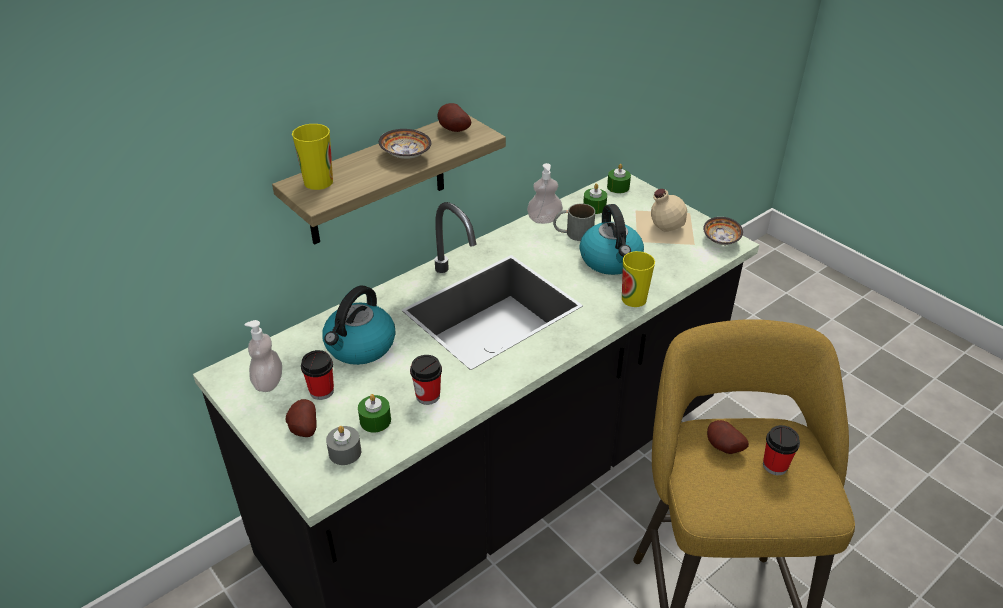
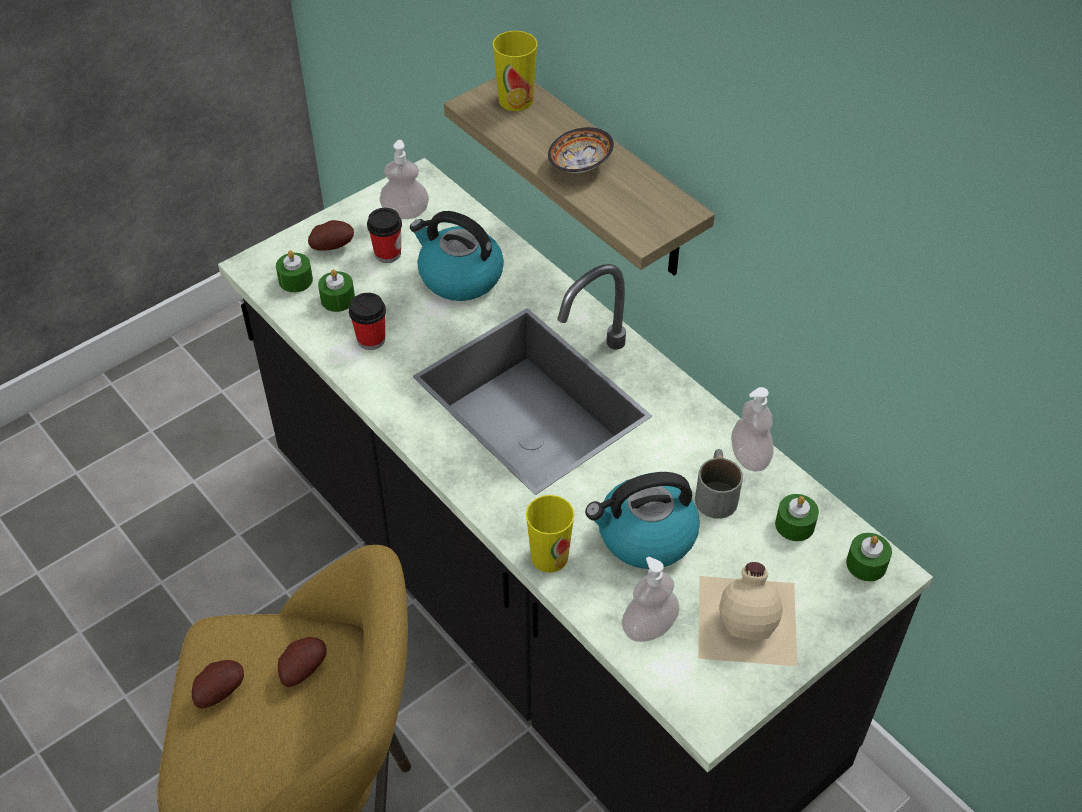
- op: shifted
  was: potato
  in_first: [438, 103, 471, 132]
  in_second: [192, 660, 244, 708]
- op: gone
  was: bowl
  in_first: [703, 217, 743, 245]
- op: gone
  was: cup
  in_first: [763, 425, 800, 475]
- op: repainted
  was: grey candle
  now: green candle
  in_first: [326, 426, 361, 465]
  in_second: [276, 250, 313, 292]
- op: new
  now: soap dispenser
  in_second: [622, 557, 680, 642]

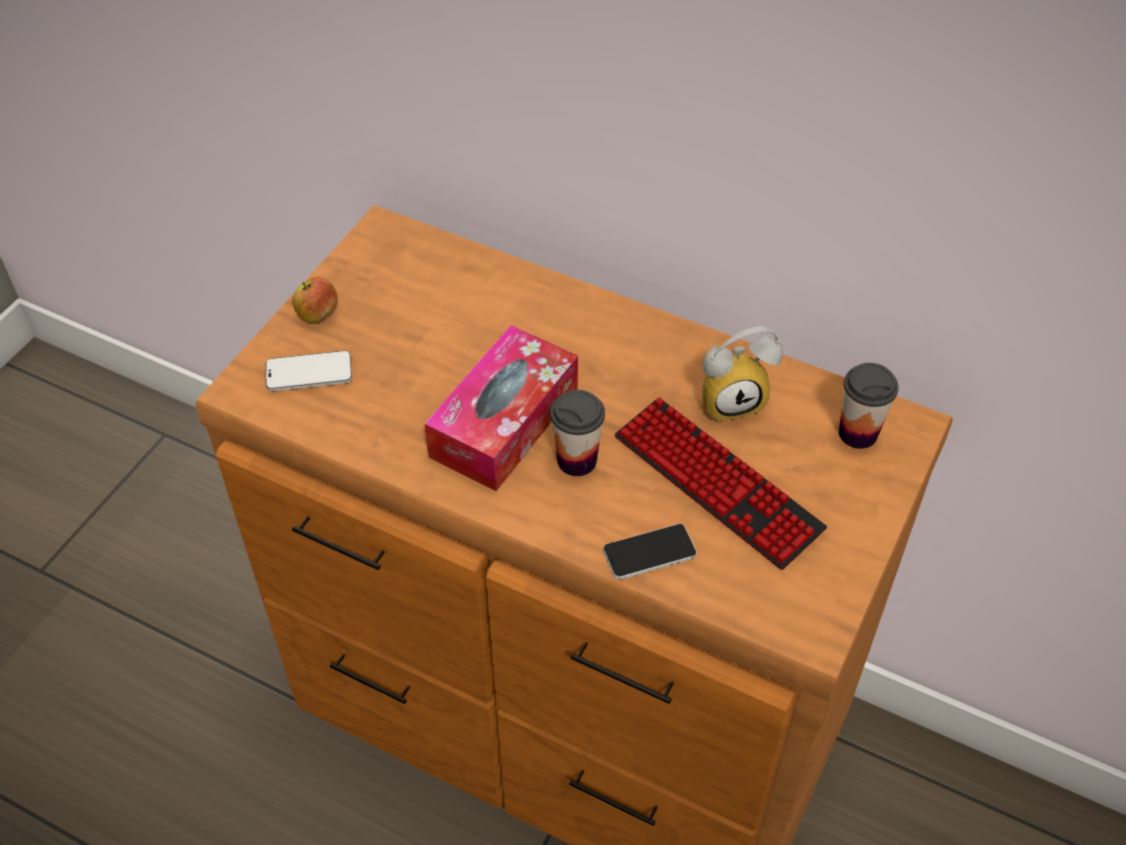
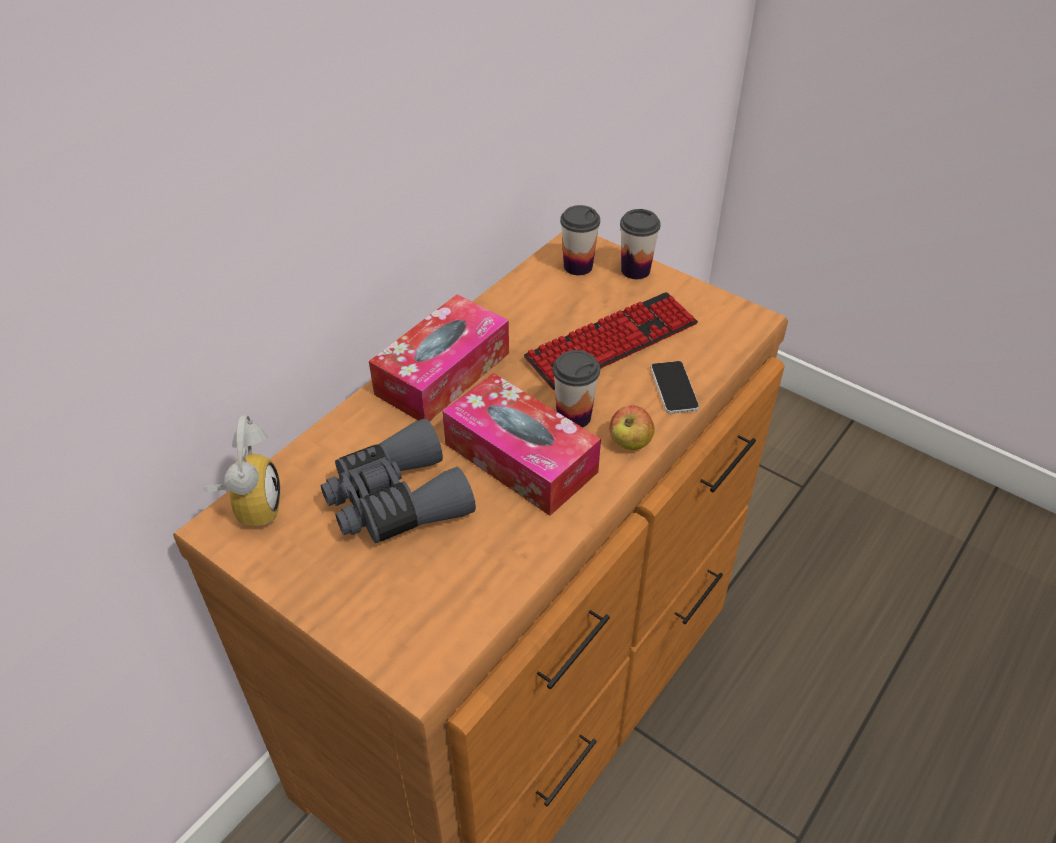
- op: shifted
  was: apple
  in_first: [292, 277, 338, 323]
  in_second: [609, 405, 655, 450]
- op: shifted
  was: alarm clock
  in_first: [702, 326, 783, 422]
  in_second: [204, 415, 280, 526]
- op: gone
  was: phone
  in_first: [265, 351, 352, 391]
- op: new
  now: cup
  in_second: [620, 209, 660, 279]
- op: new
  now: tissue box
  in_second: [369, 295, 509, 421]
- op: new
  now: grey binoculars
  in_second: [321, 418, 476, 543]

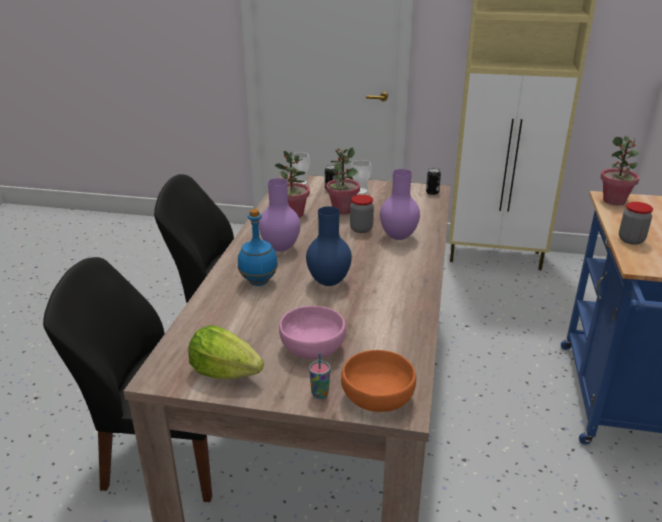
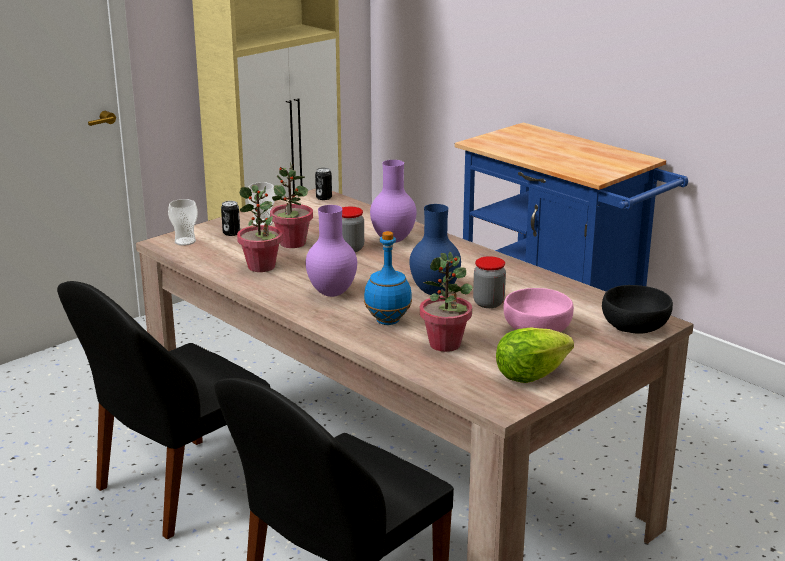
- op: shifted
  was: potted plant
  in_first: [600, 136, 640, 205]
  in_second: [419, 252, 473, 352]
- op: shifted
  was: jar
  in_first: [619, 202, 653, 245]
  in_second: [473, 256, 506, 308]
- op: repainted
  was: orange bowl
  now: black bowl
  in_first: [341, 350, 416, 412]
  in_second: [602, 285, 673, 334]
- op: gone
  was: cup
  in_first: [309, 353, 330, 399]

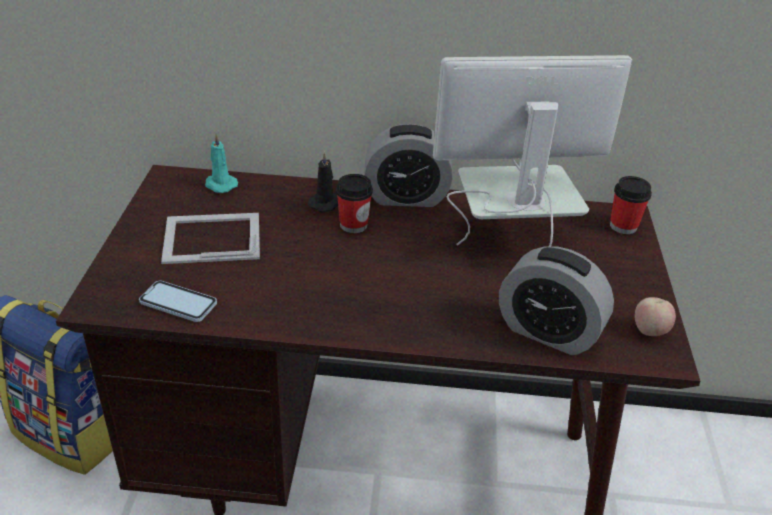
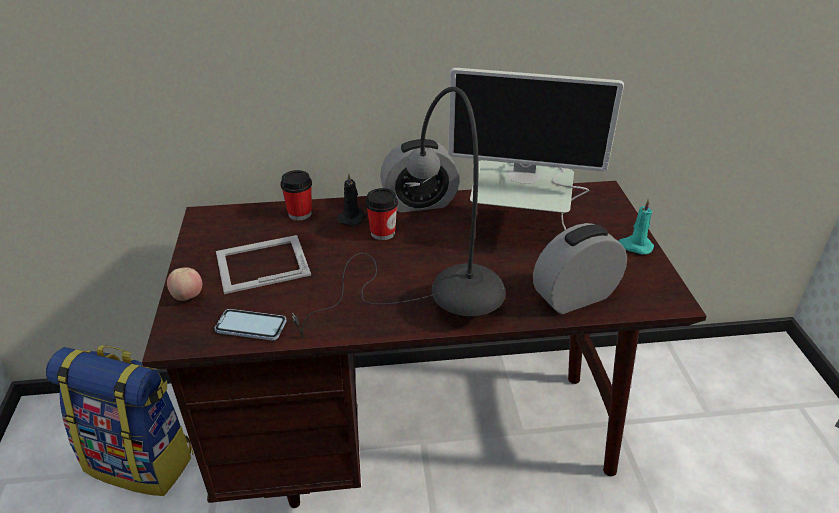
- op: rotated
  was: monitor
  in_first: [433, 55, 632, 246]
  in_second: [448, 68, 624, 230]
  clockwise: -150
- op: shifted
  was: turquoise candle
  in_first: [205, 133, 238, 193]
  in_second: [618, 199, 654, 254]
- op: shifted
  was: cup
  in_first: [610, 176, 652, 234]
  in_second: [280, 170, 312, 220]
- op: rotated
  was: alarm clock
  in_first: [499, 246, 614, 355]
  in_second: [533, 223, 627, 314]
  clockwise: 135
- op: shifted
  was: apple
  in_first: [635, 297, 676, 336]
  in_second: [167, 267, 202, 301]
- op: new
  now: grey table lamp
  in_second: [292, 87, 506, 339]

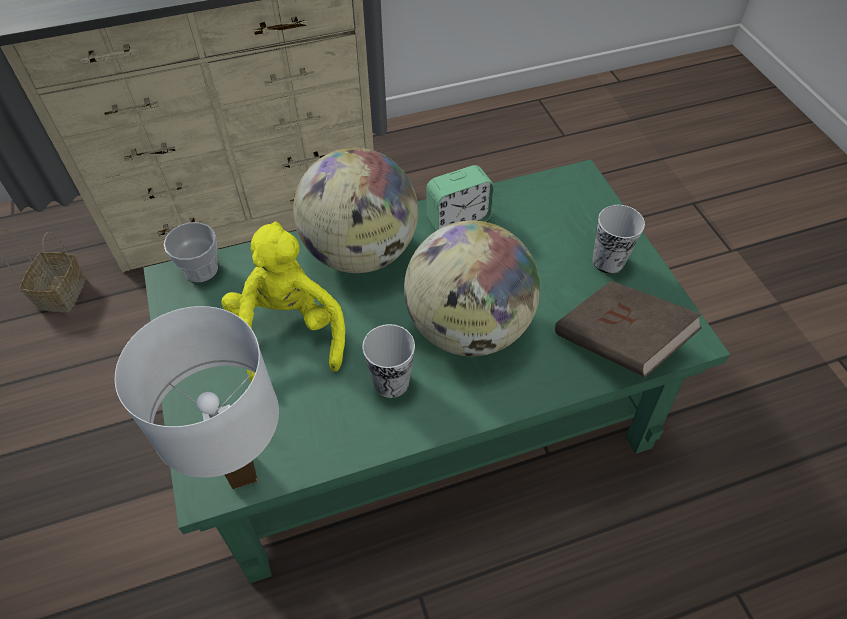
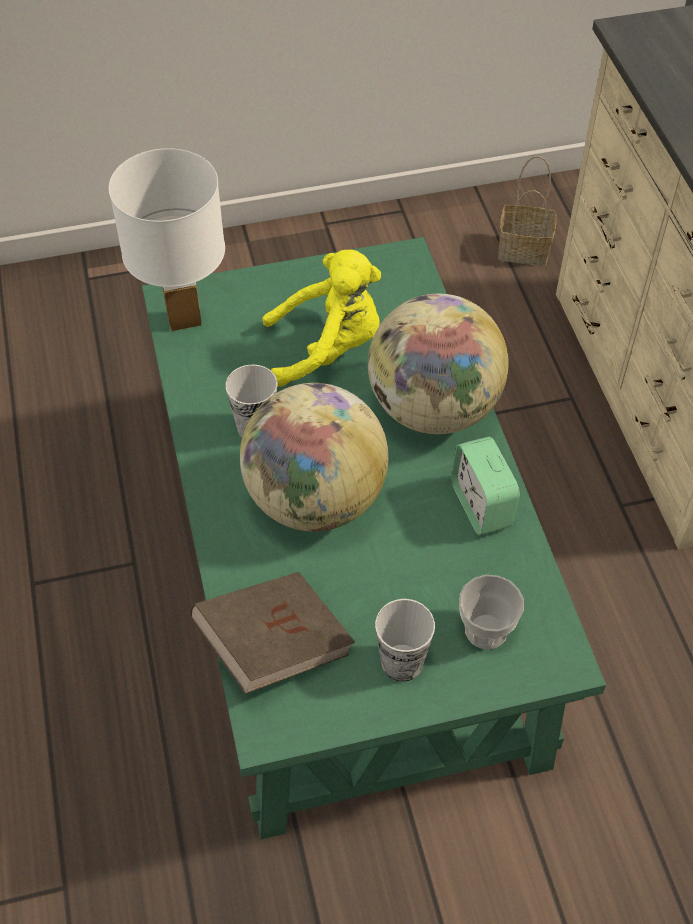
- op: shifted
  was: cup
  in_first: [163, 222, 218, 282]
  in_second: [459, 575, 524, 649]

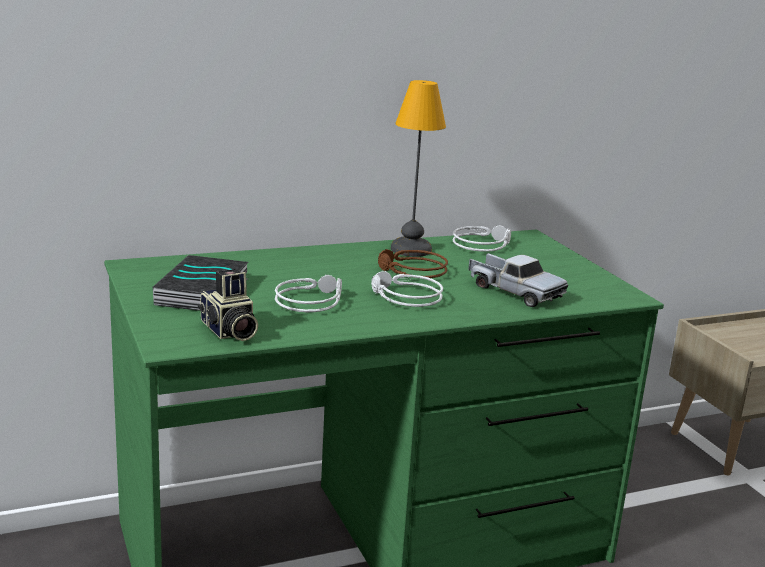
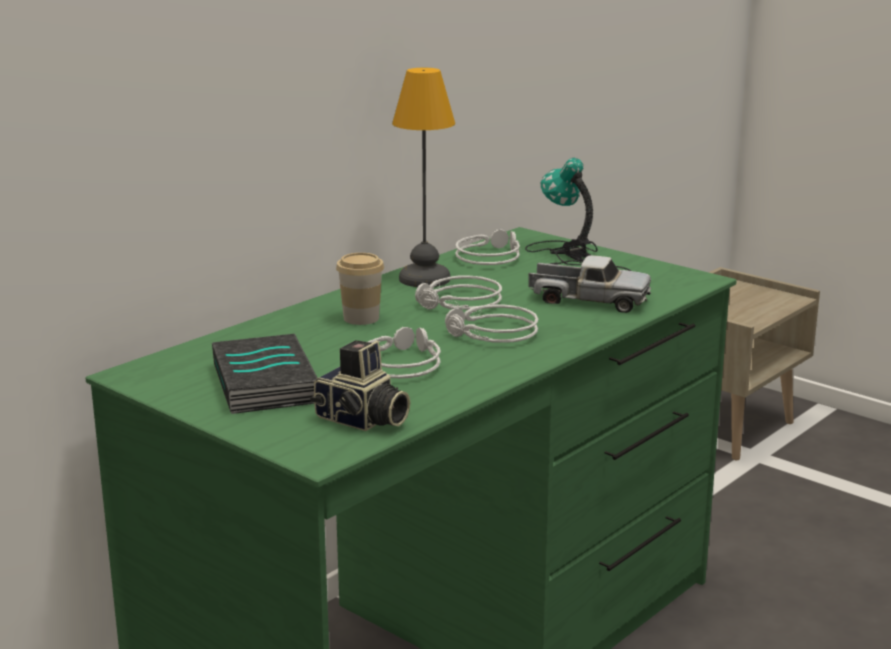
- op: repainted
  was: brown headphones
  now: grey headphones
  in_first: [378, 249, 448, 278]
  in_second: [415, 275, 502, 310]
- op: new
  now: table lamp
  in_second: [525, 158, 631, 271]
- op: new
  now: cup
  in_second: [336, 253, 384, 325]

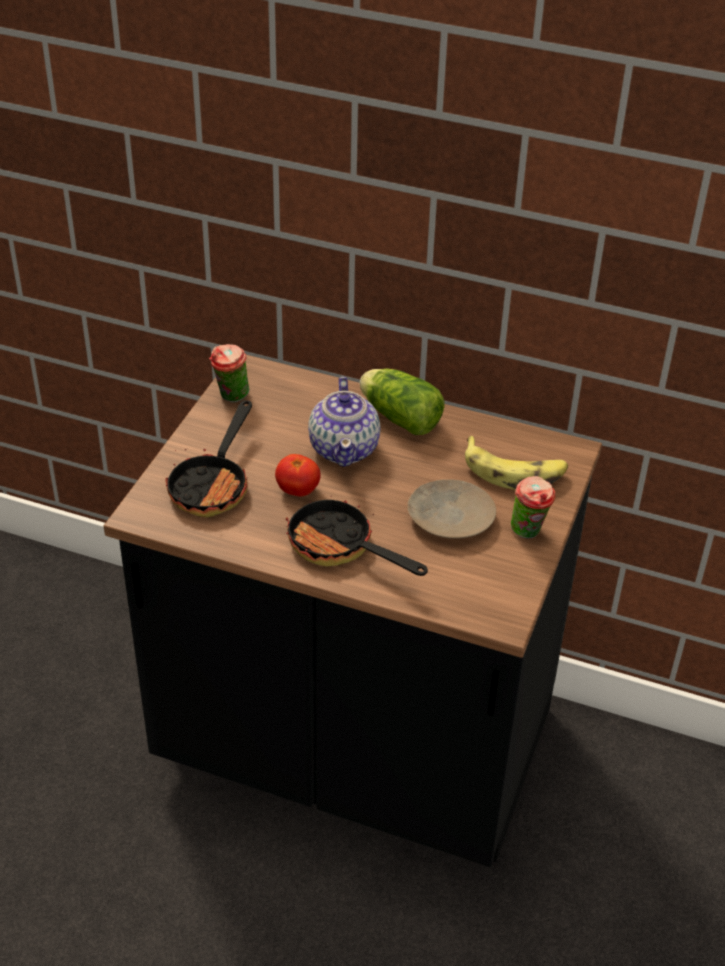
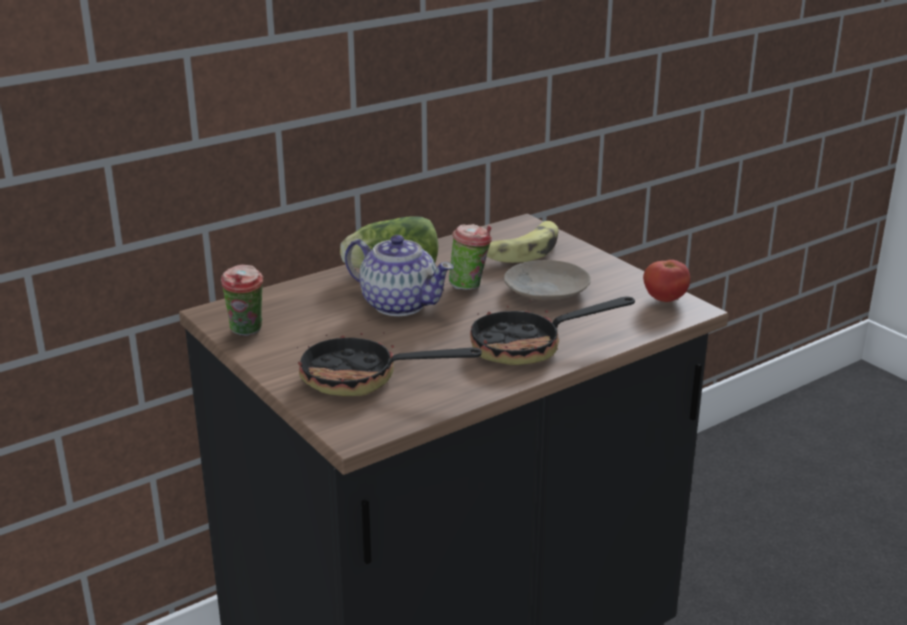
- op: rotated
  was: frying pan
  in_first: [165, 400, 252, 517]
  in_second: [297, 320, 482, 396]
  clockwise: 135
- op: shifted
  was: tomato
  in_first: [275, 454, 321, 497]
  in_second: [643, 260, 690, 302]
- op: shifted
  was: cup
  in_first: [511, 476, 556, 538]
  in_second: [449, 224, 492, 290]

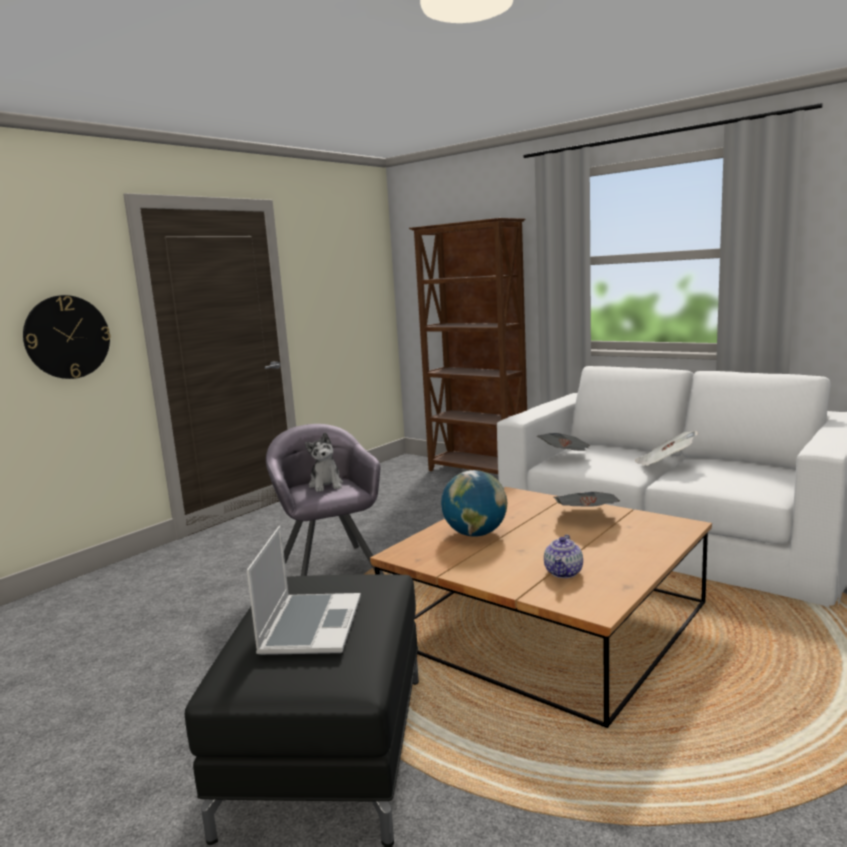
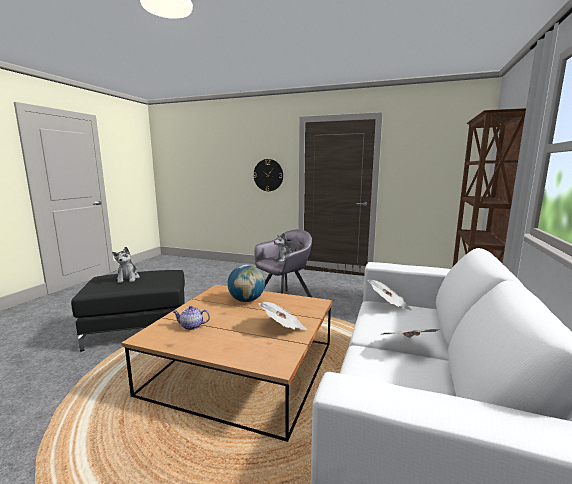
- op: swapped
  was: laptop
  now: plush toy
  in_first: [247, 525, 361, 655]
  in_second: [112, 247, 140, 283]

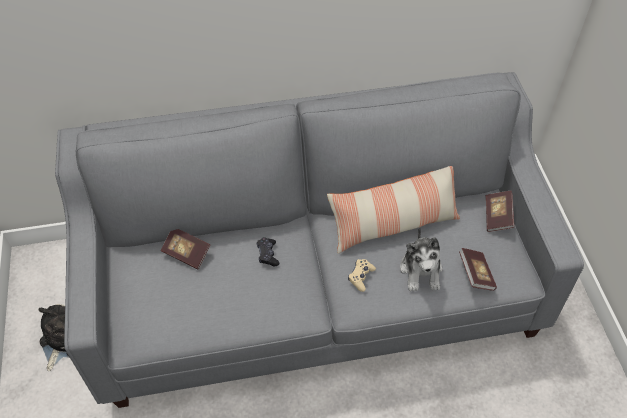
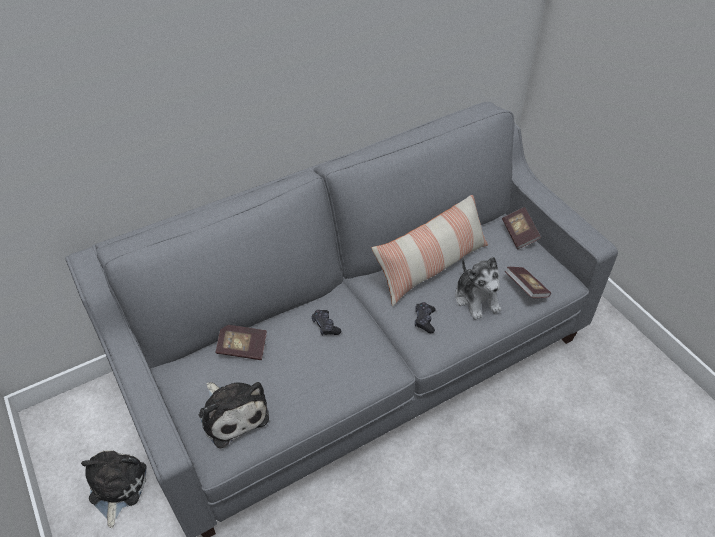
- op: repainted
  was: beige game controller
  now: black game controller
  in_first: [348, 259, 376, 292]
  in_second: [415, 302, 436, 333]
- op: new
  now: plush toy
  in_second: [199, 382, 269, 448]

